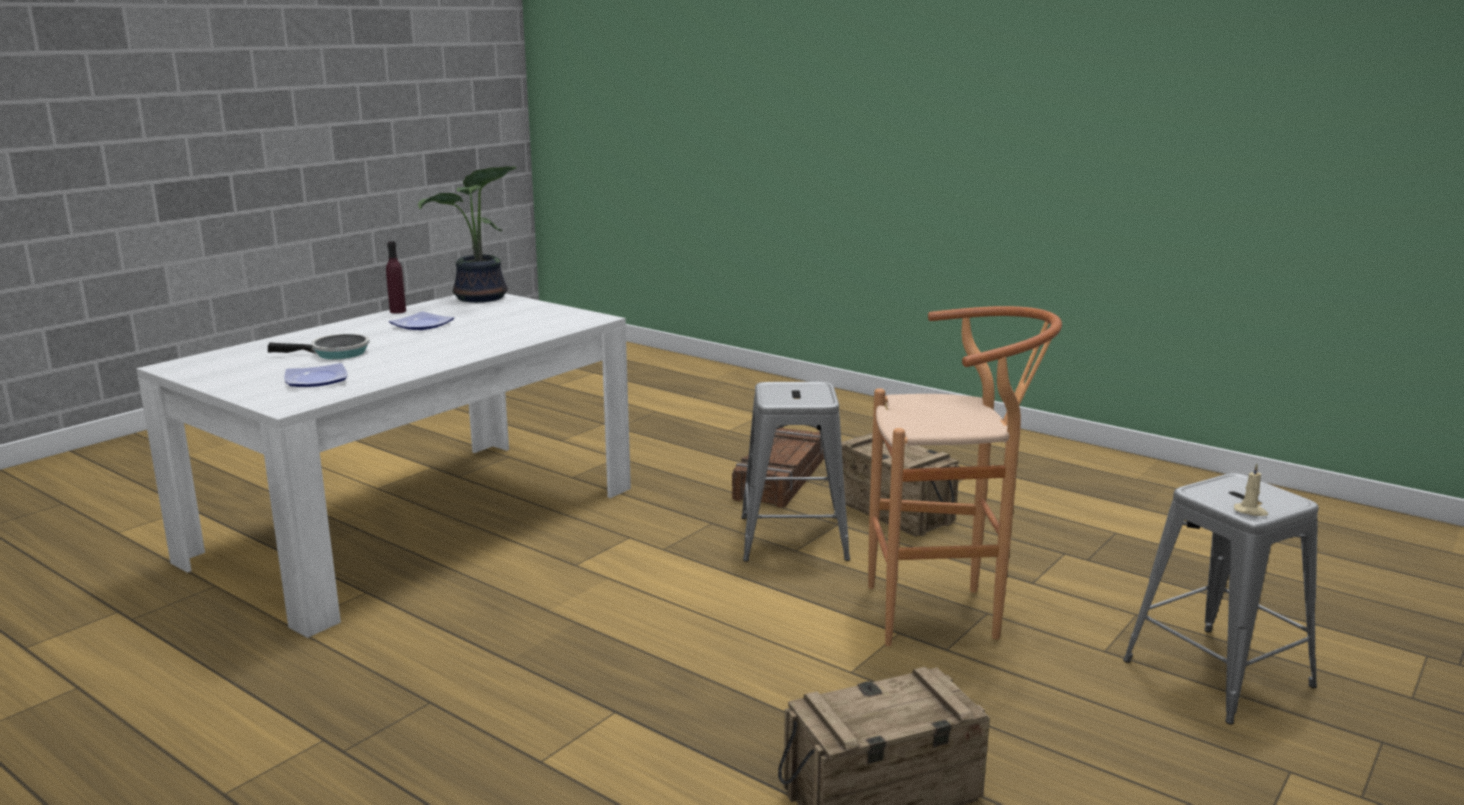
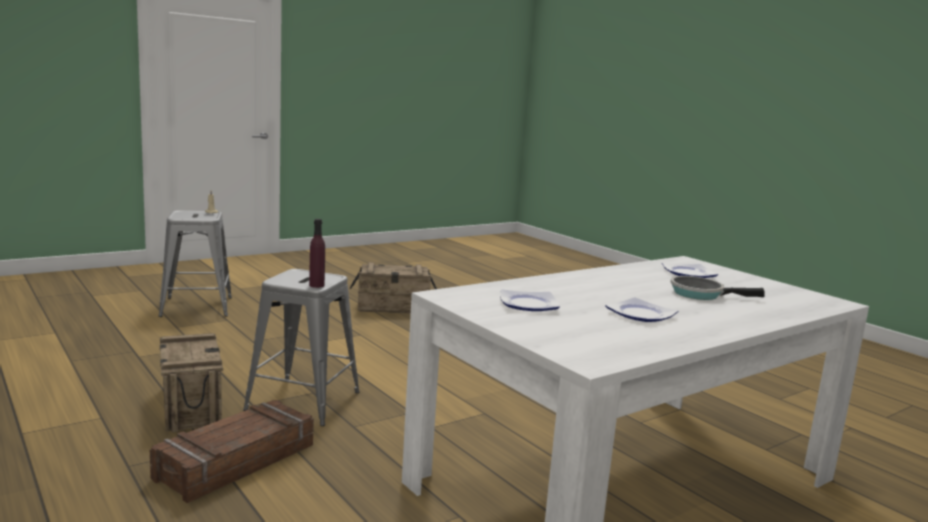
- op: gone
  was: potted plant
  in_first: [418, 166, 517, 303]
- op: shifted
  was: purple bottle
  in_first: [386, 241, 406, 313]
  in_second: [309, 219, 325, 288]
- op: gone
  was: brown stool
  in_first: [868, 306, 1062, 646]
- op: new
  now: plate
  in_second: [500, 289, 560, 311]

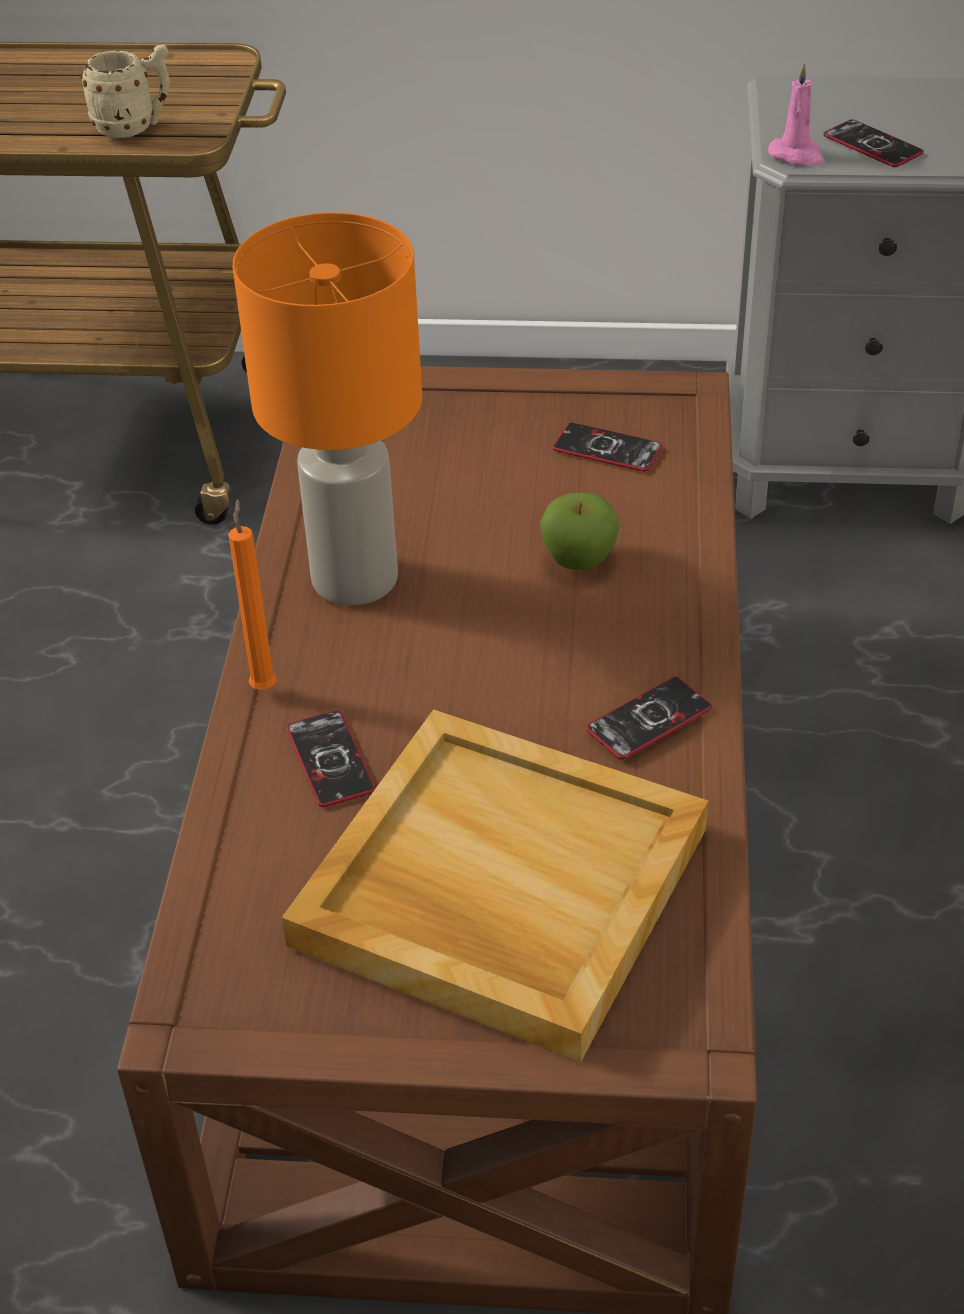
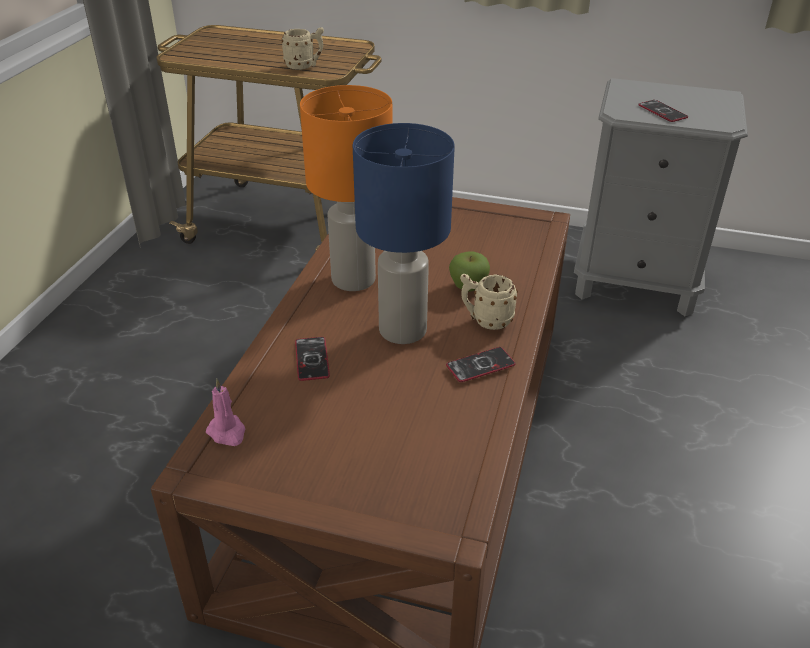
- op: shifted
  was: pink candle
  in_first: [768, 63, 825, 165]
  in_second: [206, 379, 245, 446]
- op: gone
  was: phone
  in_first: [553, 423, 663, 472]
- op: gone
  was: orange candle
  in_first: [228, 499, 276, 690]
- op: gone
  was: beige tray
  in_first: [282, 709, 708, 1063]
- op: new
  now: blue table lamp
  in_second: [353, 123, 455, 344]
- op: new
  now: beige mug
  in_second: [460, 274, 518, 330]

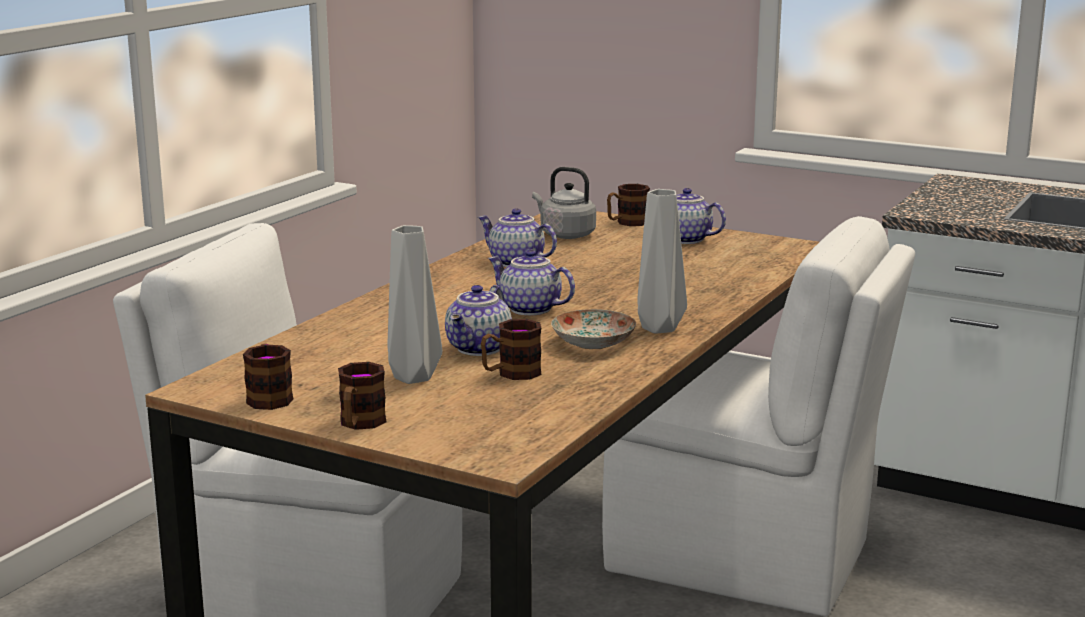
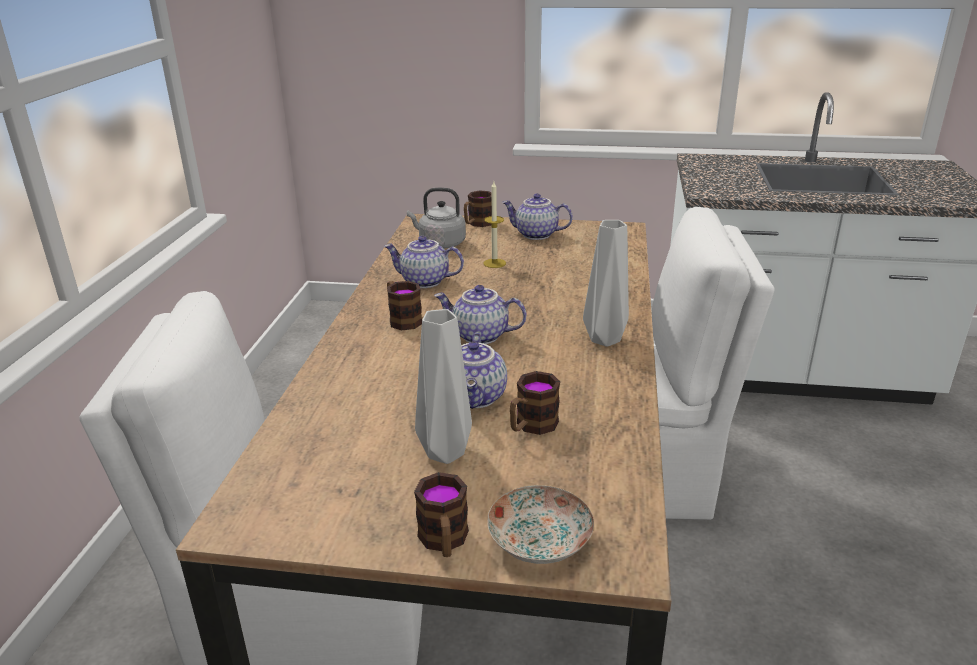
- op: shifted
  was: plate
  in_first: [551, 309, 636, 349]
  in_second: [487, 485, 594, 564]
- op: shifted
  was: mug
  in_first: [243, 343, 293, 410]
  in_second: [387, 281, 422, 330]
- op: new
  now: candle
  in_second: [483, 182, 506, 268]

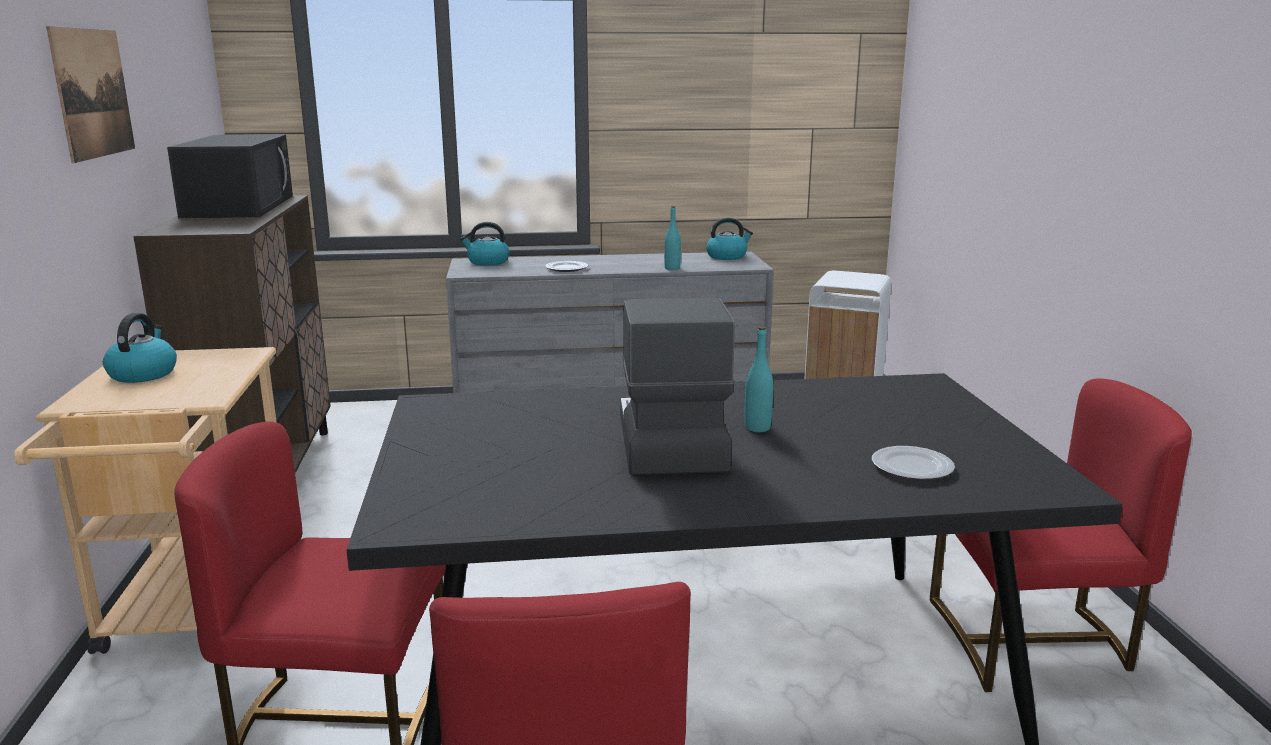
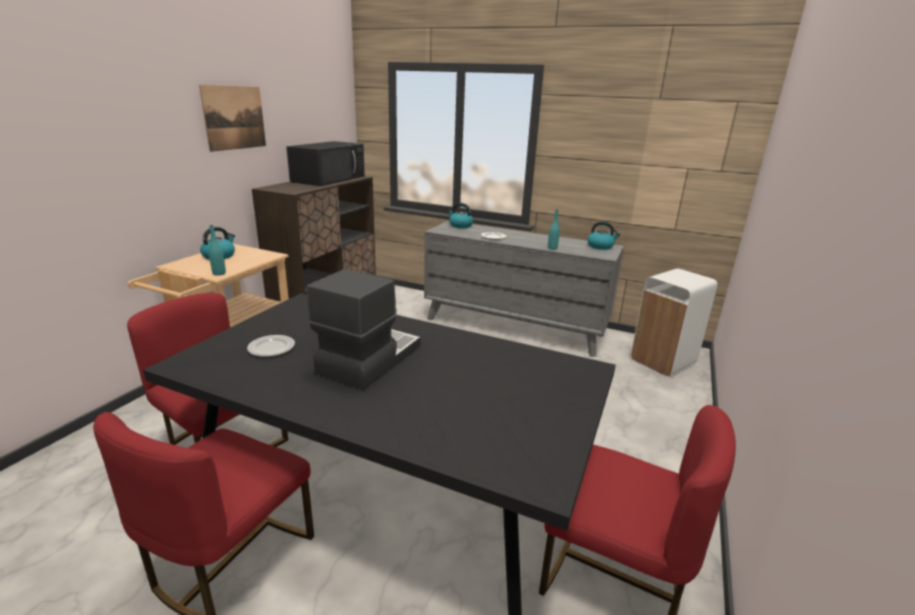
- op: shifted
  was: turquoise bottle
  in_first: [744, 327, 773, 432]
  in_second: [209, 225, 226, 276]
- op: shifted
  was: plate
  in_first: [872, 446, 955, 480]
  in_second: [247, 335, 295, 357]

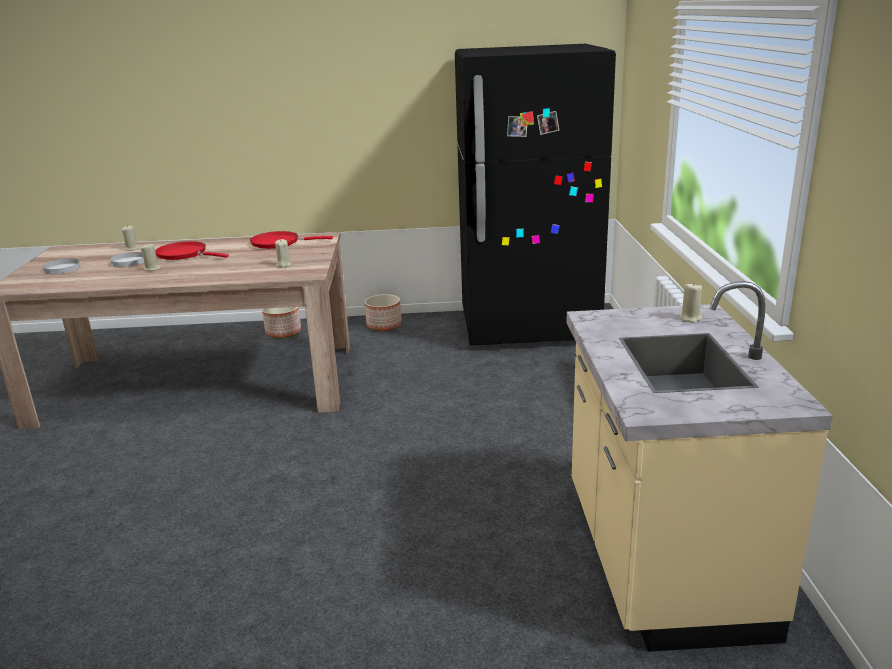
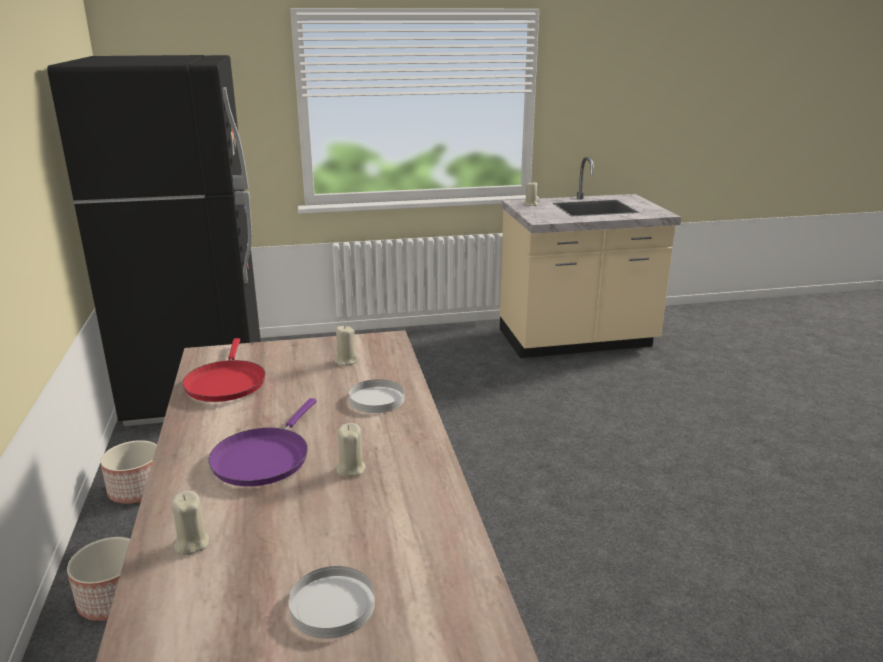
- op: repainted
  was: red frying pan
  now: purple frying pan
  in_first: [155, 241, 229, 260]
  in_second: [208, 398, 317, 486]
- op: shifted
  was: white plate
  in_first: [110, 252, 144, 267]
  in_second: [349, 379, 404, 413]

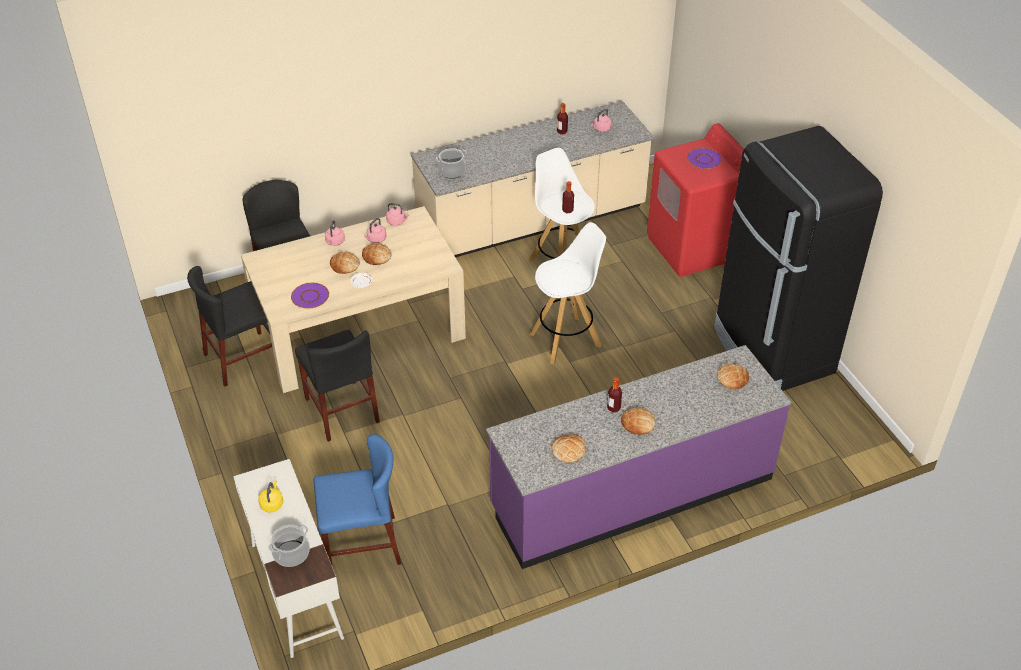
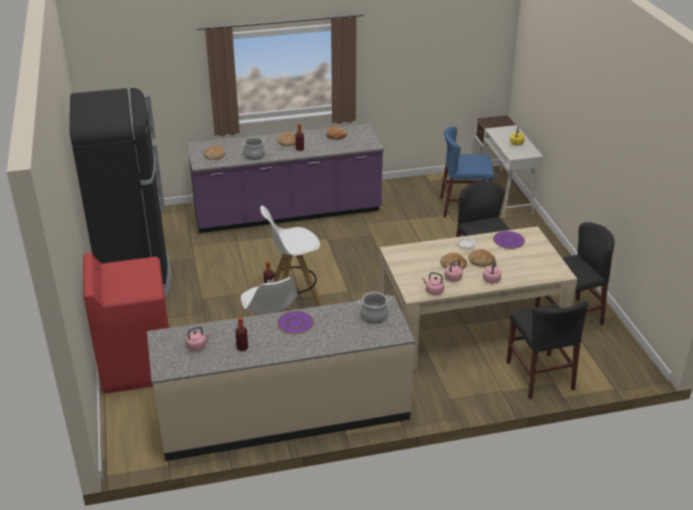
- op: shifted
  was: purple plate
  in_first: [687, 148, 722, 169]
  in_second: [277, 311, 314, 334]
- op: shifted
  was: cooking pot
  in_first: [268, 524, 310, 567]
  in_second: [241, 137, 266, 160]

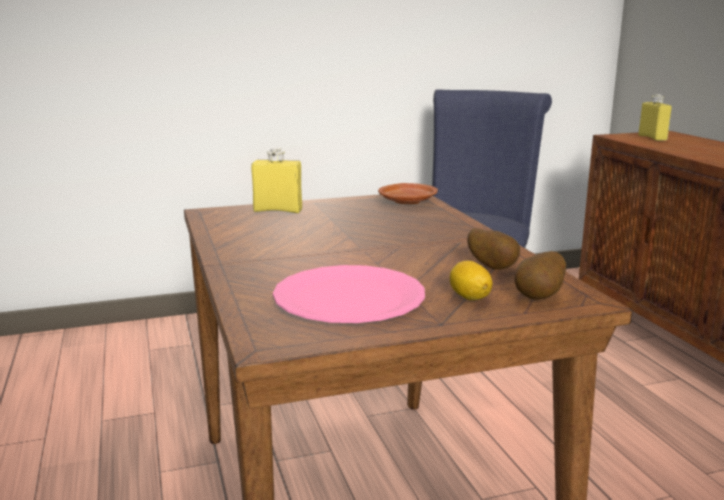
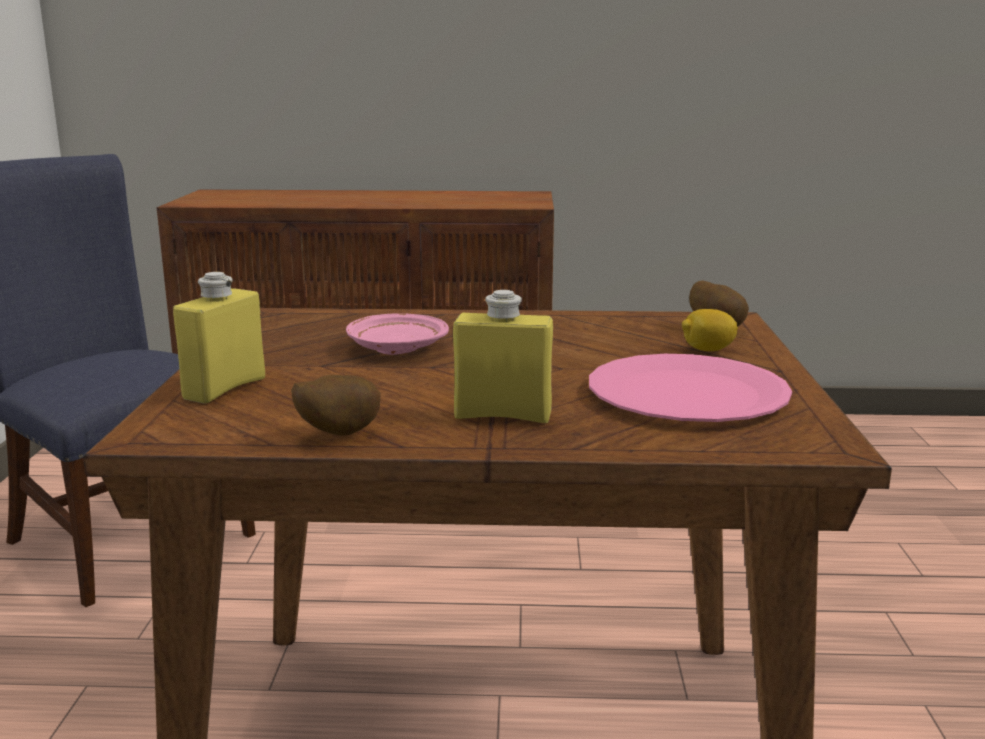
- op: shifted
  was: yellow bottle
  in_first: [638, 94, 672, 141]
  in_second: [453, 290, 553, 423]
- op: gone
  was: brown plate
  in_first: [378, 183, 438, 204]
- op: shifted
  was: potato
  in_first: [467, 228, 520, 270]
  in_second: [291, 375, 381, 436]
- op: new
  now: pink plate
  in_second: [346, 313, 449, 355]

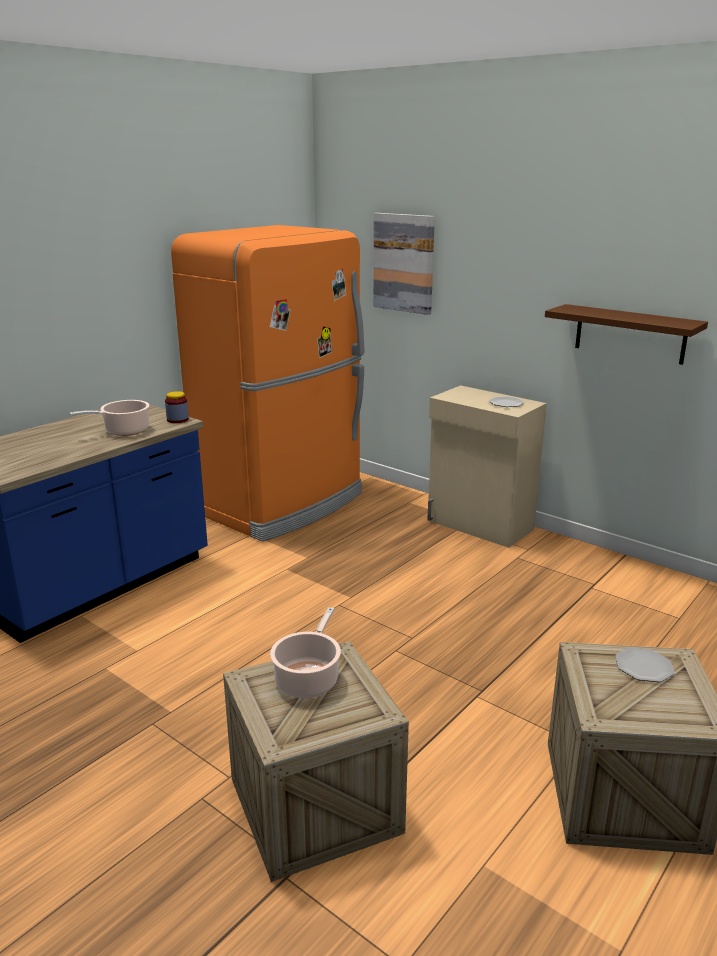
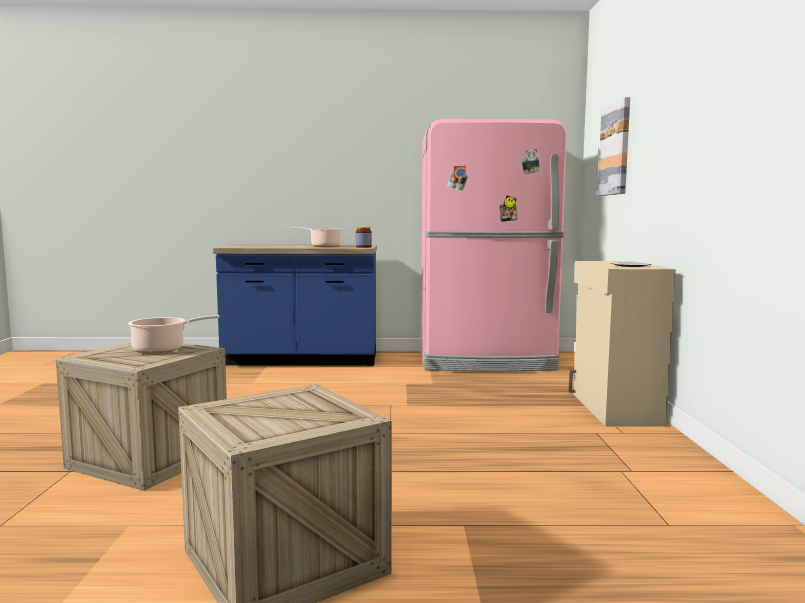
- op: repainted
  was: orange fridge
  now: pink fridge
  in_first: [171, 225, 364, 541]
  in_second: [421, 119, 567, 372]
- op: gone
  was: brown shelf
  in_first: [545, 304, 708, 365]
- op: gone
  was: plate
  in_first: [615, 647, 675, 682]

